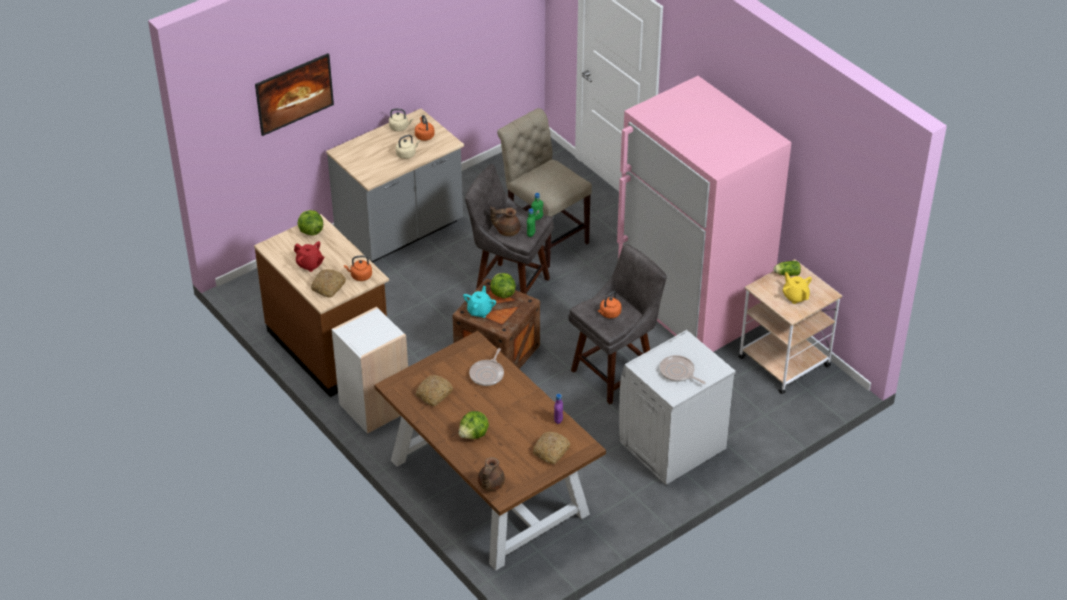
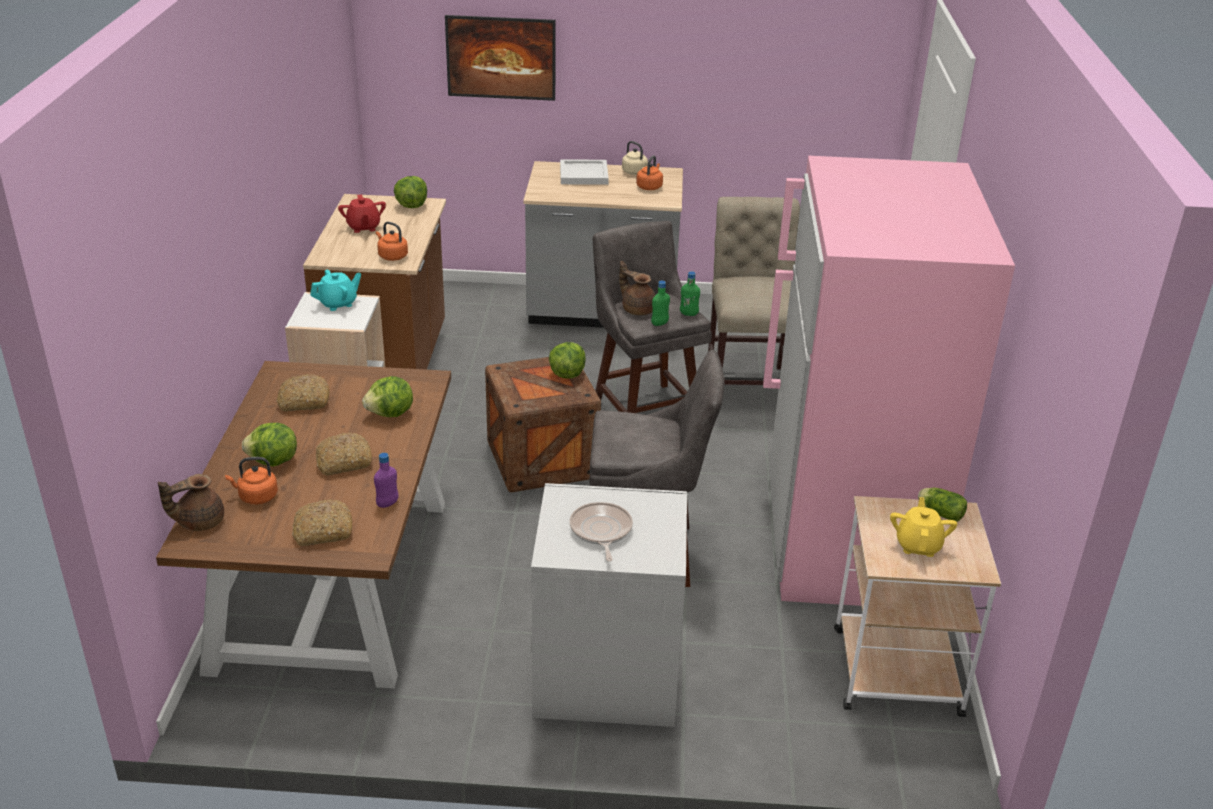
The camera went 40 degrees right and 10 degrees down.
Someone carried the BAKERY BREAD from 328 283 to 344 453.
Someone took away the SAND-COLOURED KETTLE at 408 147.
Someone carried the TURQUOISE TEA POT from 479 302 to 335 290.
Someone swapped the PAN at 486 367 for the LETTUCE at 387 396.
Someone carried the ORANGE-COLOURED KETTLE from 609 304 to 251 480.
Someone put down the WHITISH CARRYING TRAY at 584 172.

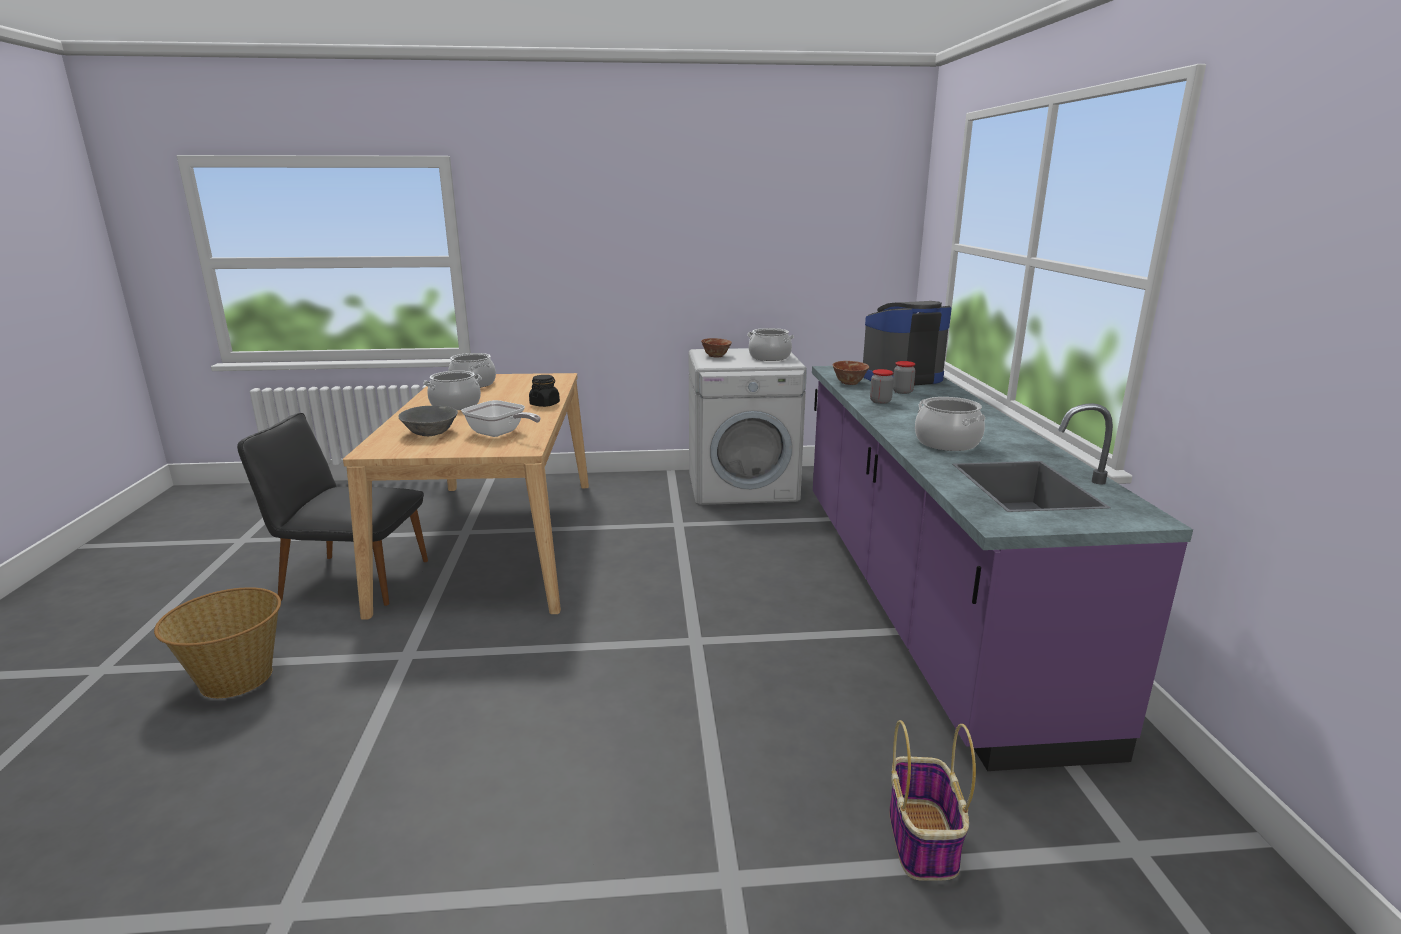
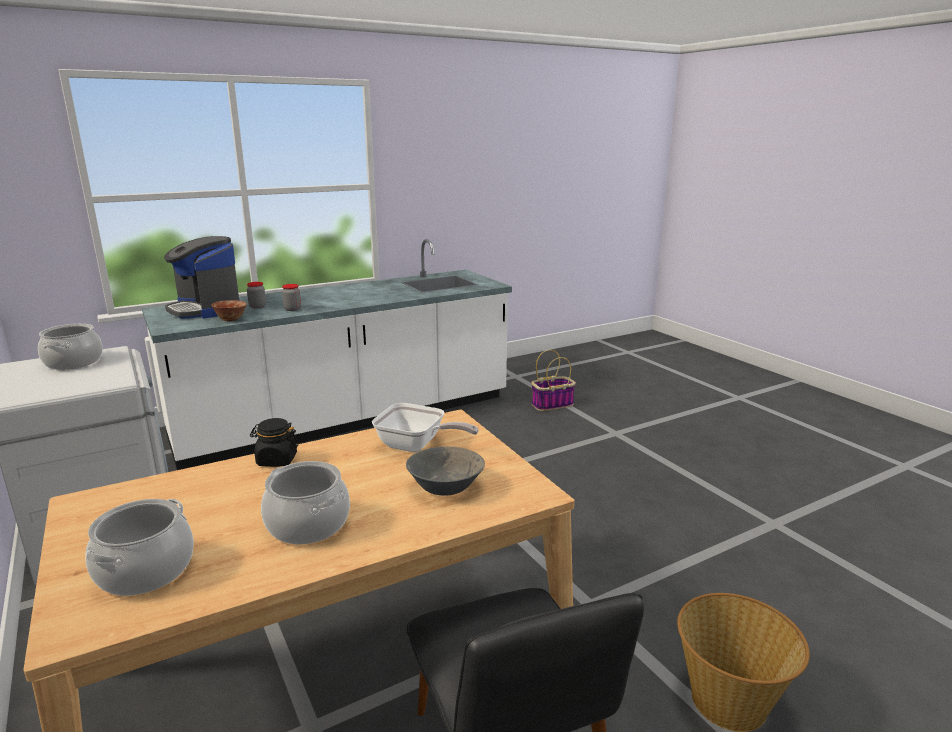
The camera went 115 degrees left and 0 degrees up.
Someone rotated the PAN at 501 418 by 105 degrees clockwise.
Someone took away the DEEP DISH at 716 348.
Someone repainted the PURPLISH COUNTER at 1002 568, which became the WHITISH COUNTER at 327 354.
Someone took away the STOCKPOT at 950 424.

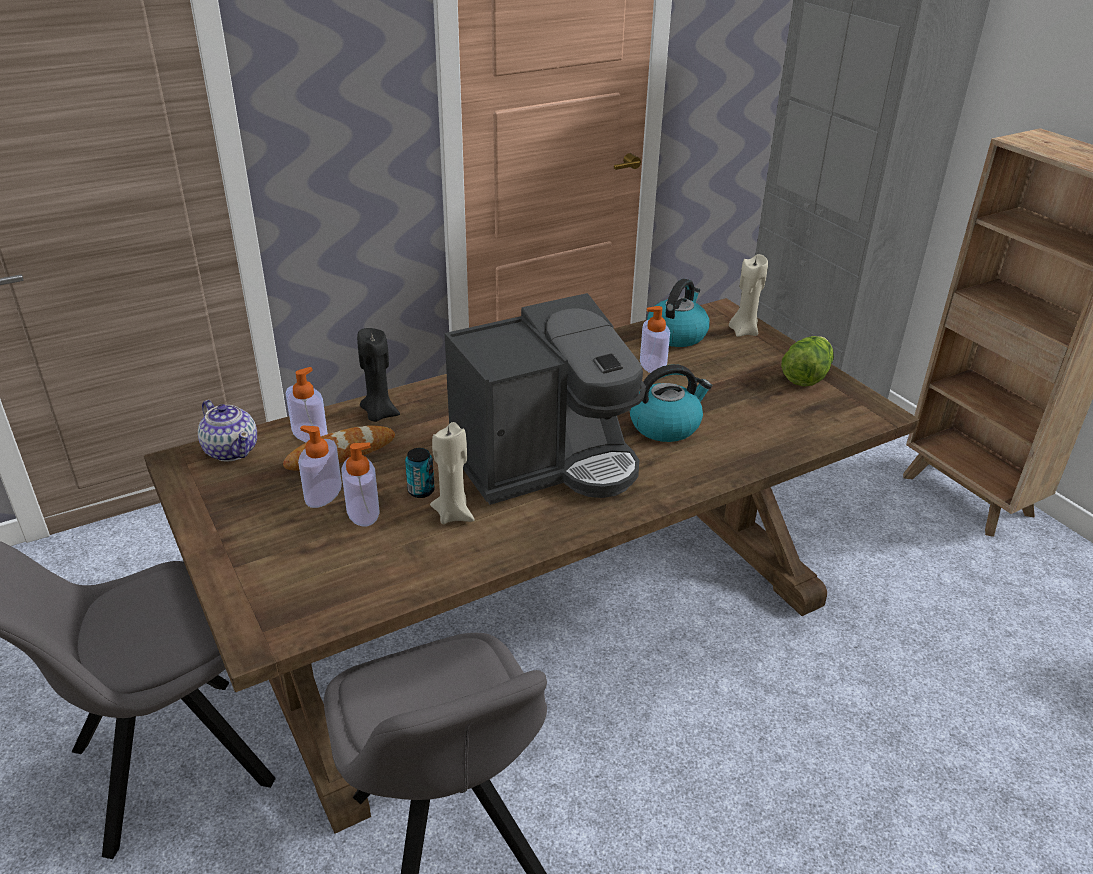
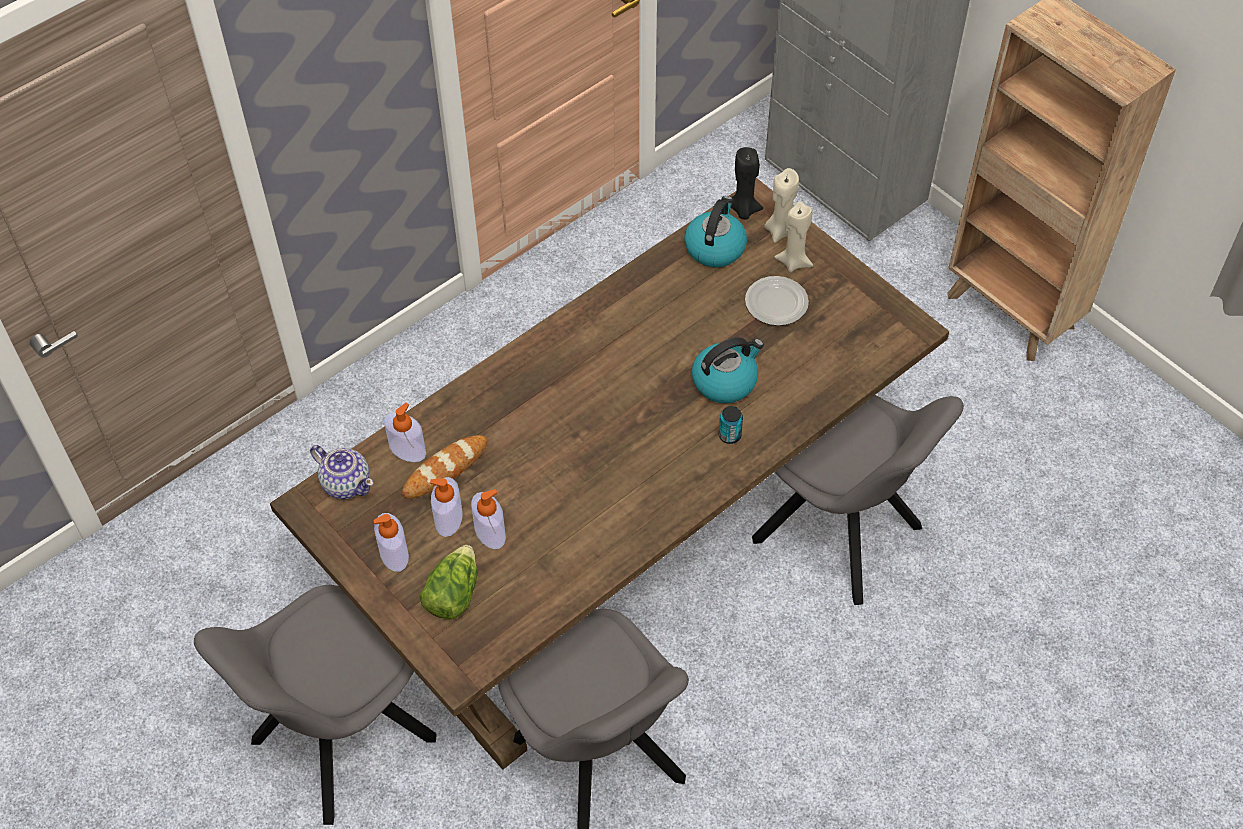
The camera went 10 degrees left and 20 degrees up.
Someone carried the BLACKISH CANDLE from 378 375 to 747 183.
Someone carried the METAL CAN from 420 473 to 731 425.
Someone carried the SAND-COLOURED CANDLE from 452 473 to 794 237.
Someone took away the COFFEE MAKER at 545 399.
Someone carried the SOAP BOTTLE from 655 339 to 391 542.
Someone carried the LETTUCE from 807 361 to 448 582.
Someone put down the FLAT DISH at 777 301.
Someone put down the GRAY UPRIGHT CHAIR at 858 500.

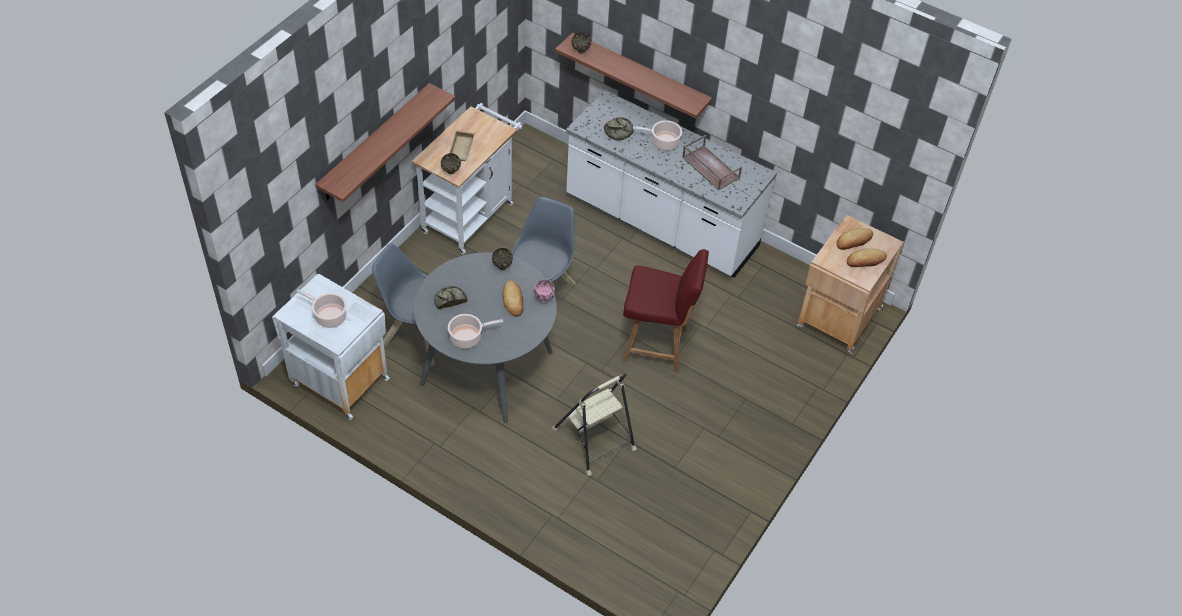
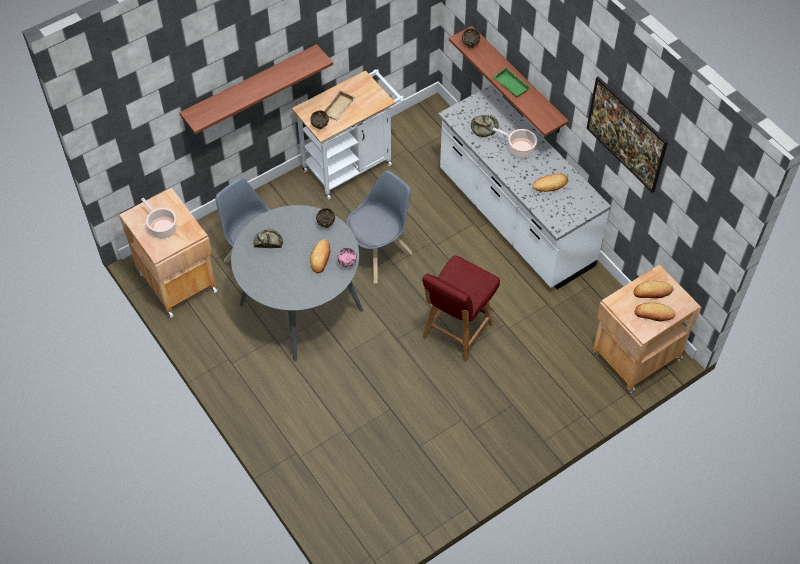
The camera went 25 degrees right and 5 degrees up.
Someone repainted the WHITISH CART at 331 347, which became the BROWN CART at 168 253.
Someone took away the STOCKPOT at 475 331.
Someone took away the SAND-COLOURED STEP STOOL at 594 424.
Someone rotated the RED UPRIGHT CHAIR at 666 311 by 90 degrees clockwise.
Someone swapped the BROWN CARRYING TRAY at 712 162 for the BAKERY BREAD at 550 183.
Someone put down the GREEN-COLOURED CARRYING TRAY at 511 82.
Someone put up the WALL ART at 627 134.

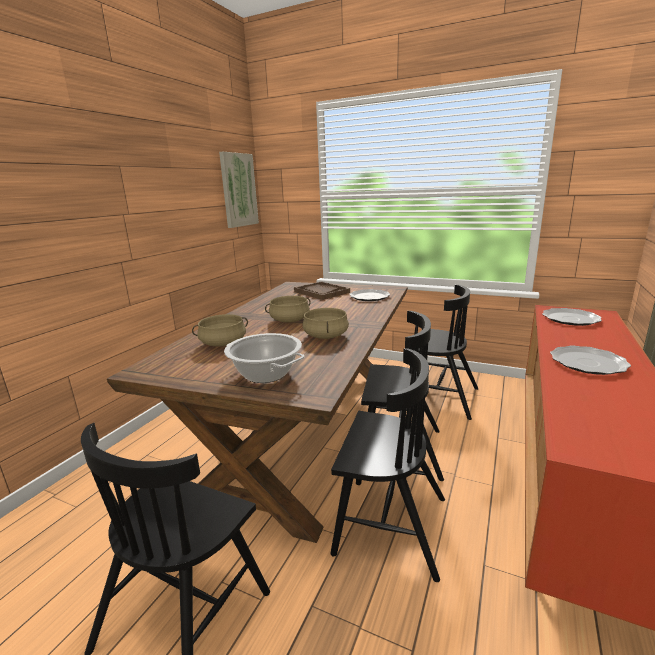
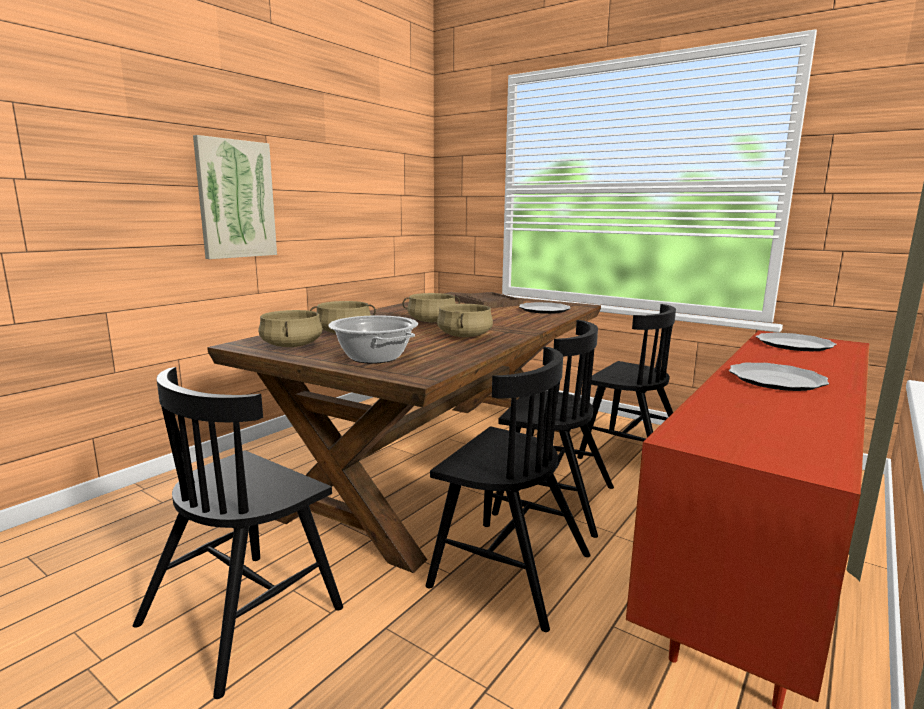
The camera went 10 degrees right and 5 degrees down.
Someone carried the WALL ART from 239 190 to 235 197.
Someone put down the SAND-COLOURED STOCKPOT at 290 328.

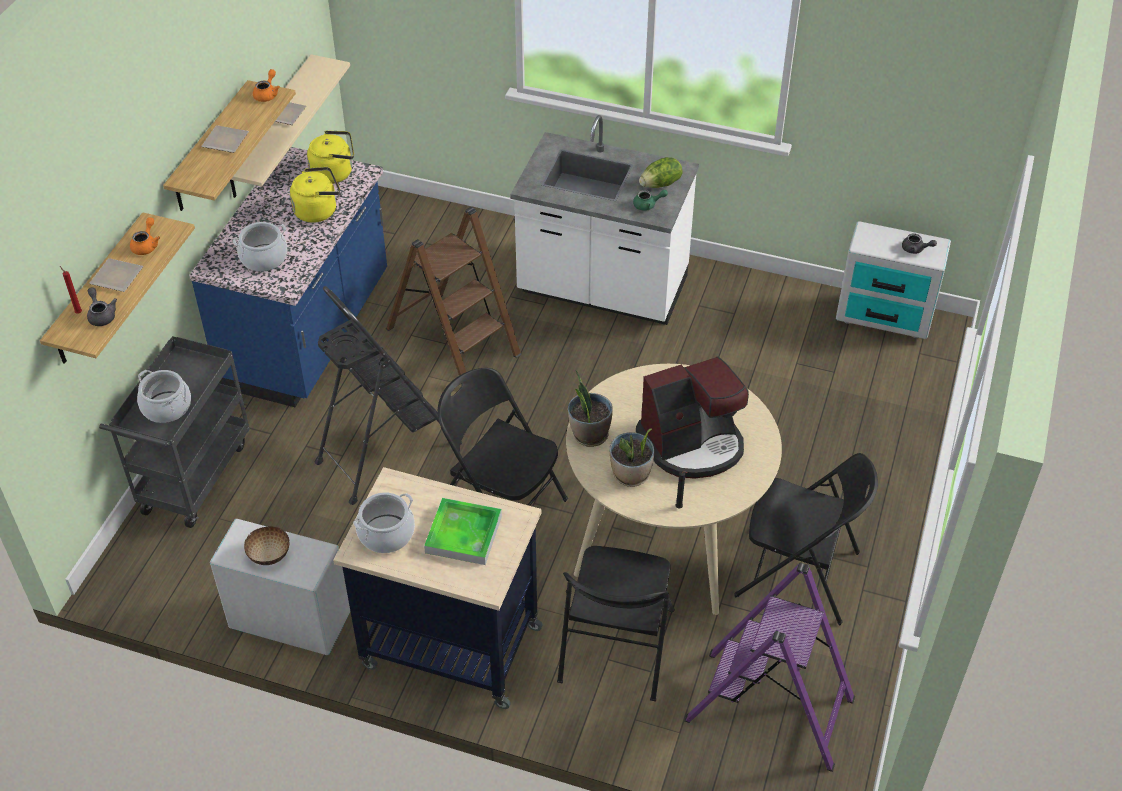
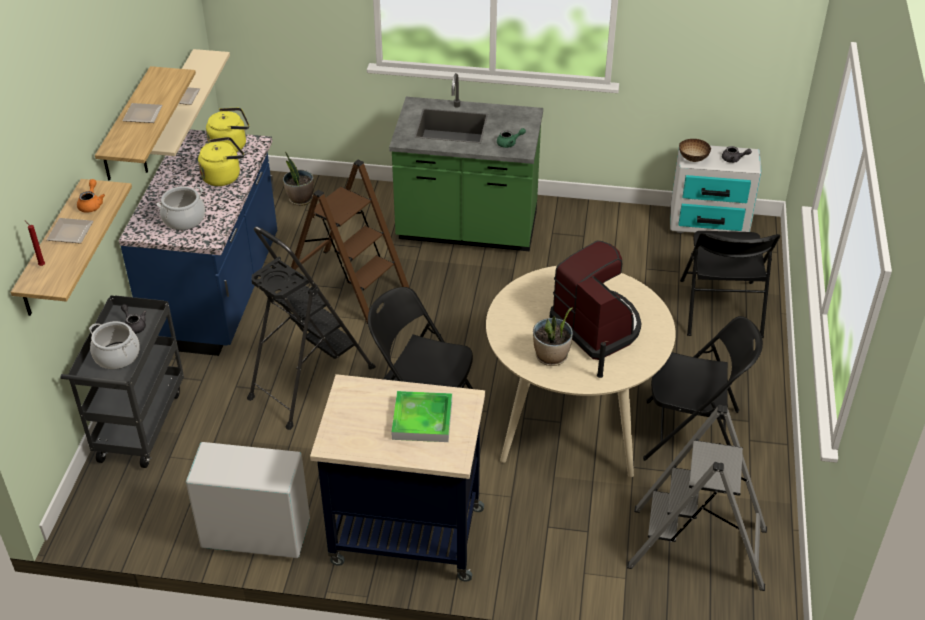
The camera went 10 degrees left and 5 degrees down.
Someone carried the GRAY TEA POT from 102 306 to 133 319.
Someone carried the DEEP DISH from 267 545 to 695 150.
Someone took away the ORANGE-COLOURED TEA POT at 266 85.
Someone took away the STOCKPOT at 384 522.
Someone repainted the WHITISH COUNTER at 604 220, which became the GREEN-COLOURED COUNTER at 466 162.
Someone carried the BLACKISH UPRIGHT CHAIR from 616 624 to 730 284.
Someone carried the PLANT IN A POT from 590 408 to 298 178.
Someone rotated the COFFEE MAKER at 692 417 by 90 degrees counterclockwise.
Someone took away the LETTUCE at 661 172.
Someone repainted the PURPLISH STEP STOOL at 769 667, which became the GRAY STEP STOOL at 697 498.

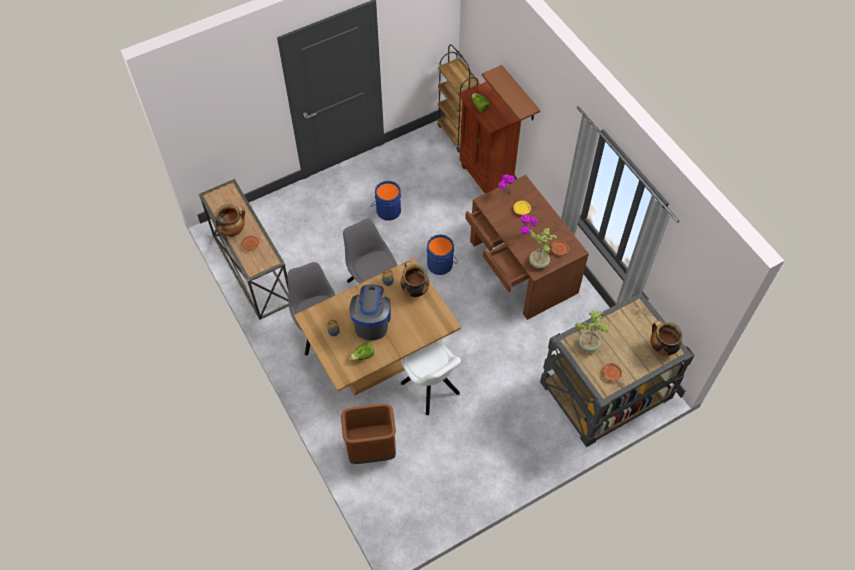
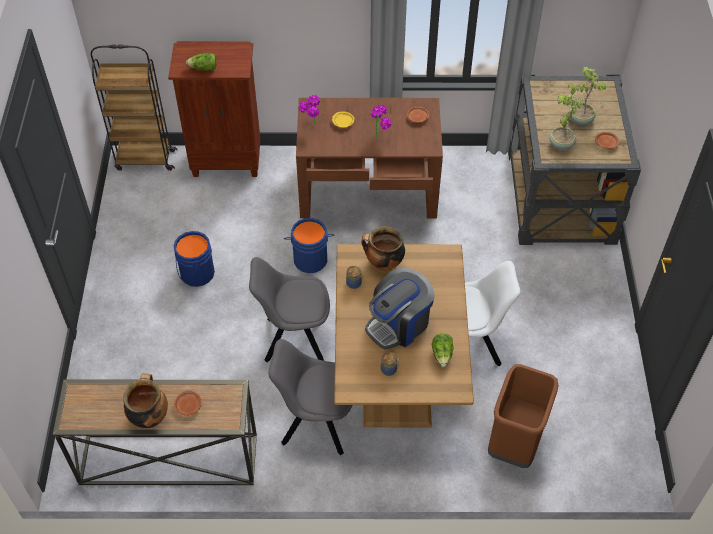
The camera went 60 degrees left and 5 degrees down.
Someone rotated the COFFEE MAKER at 370 312 by 75 degrees counterclockwise.
Someone took away the BROWN WALL SHELF at 511 93.
Someone carried the PLANT IN A POT from 543 248 to 587 96.
Someone took away the STOCKPOT at 666 338.

